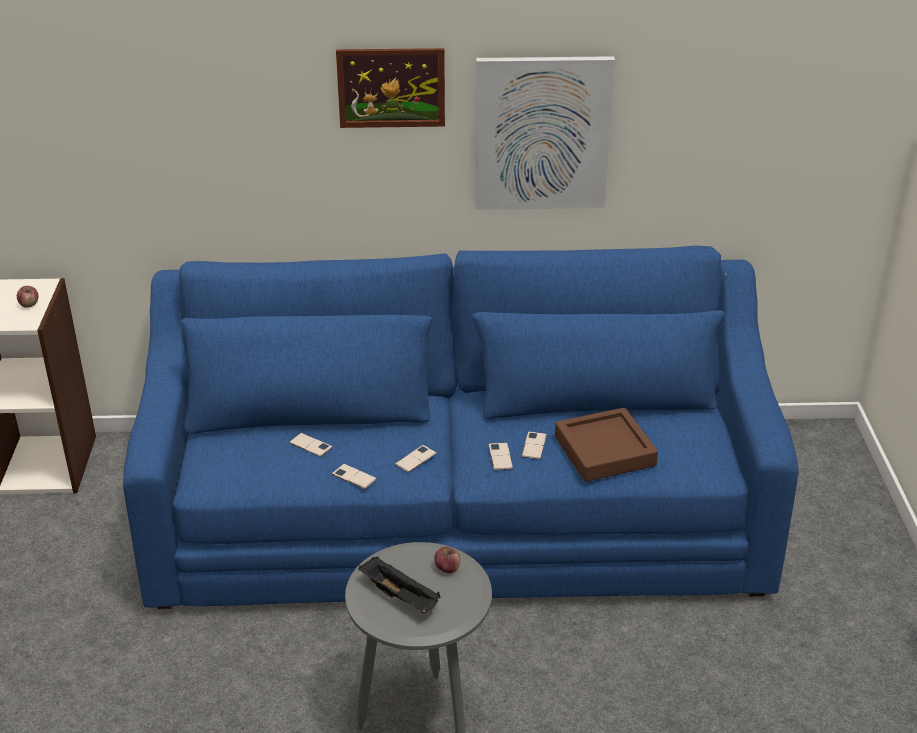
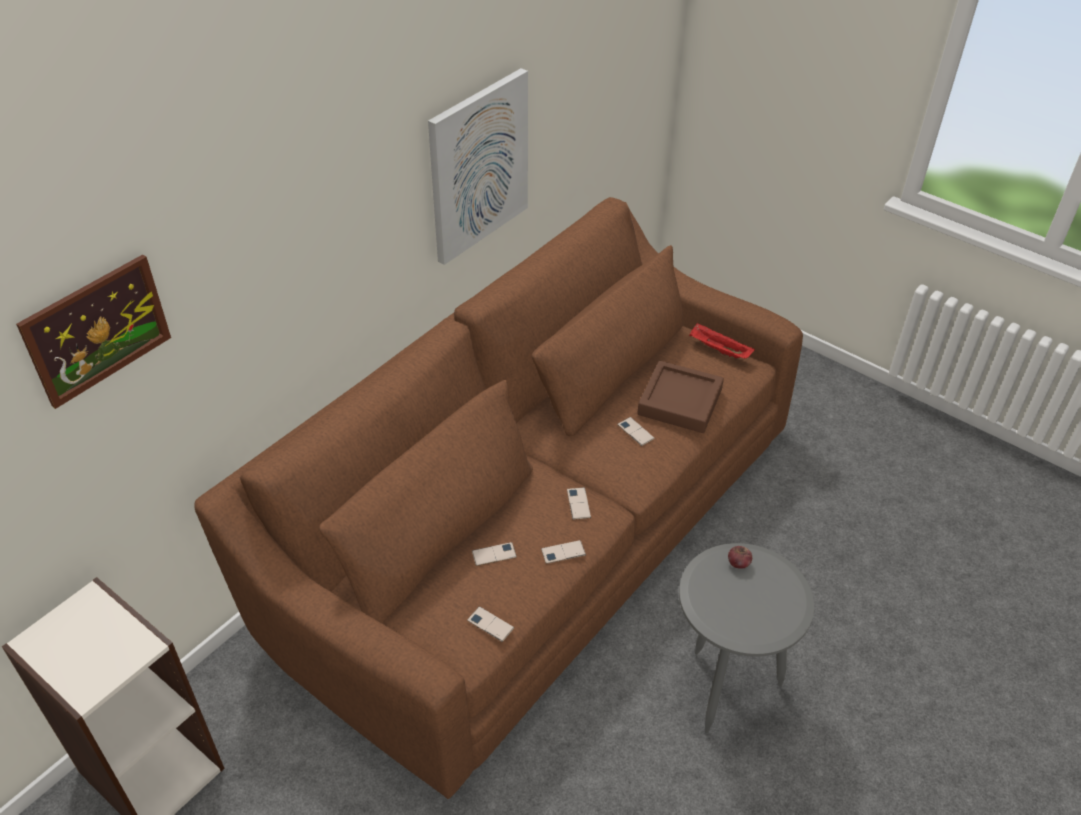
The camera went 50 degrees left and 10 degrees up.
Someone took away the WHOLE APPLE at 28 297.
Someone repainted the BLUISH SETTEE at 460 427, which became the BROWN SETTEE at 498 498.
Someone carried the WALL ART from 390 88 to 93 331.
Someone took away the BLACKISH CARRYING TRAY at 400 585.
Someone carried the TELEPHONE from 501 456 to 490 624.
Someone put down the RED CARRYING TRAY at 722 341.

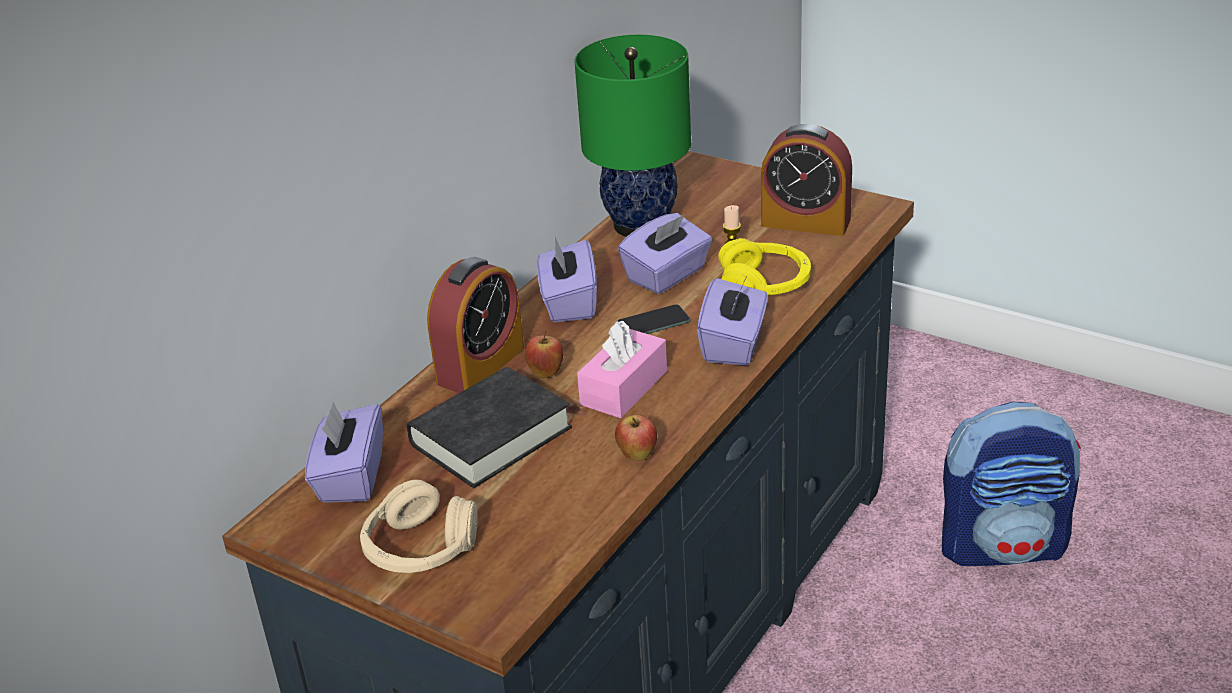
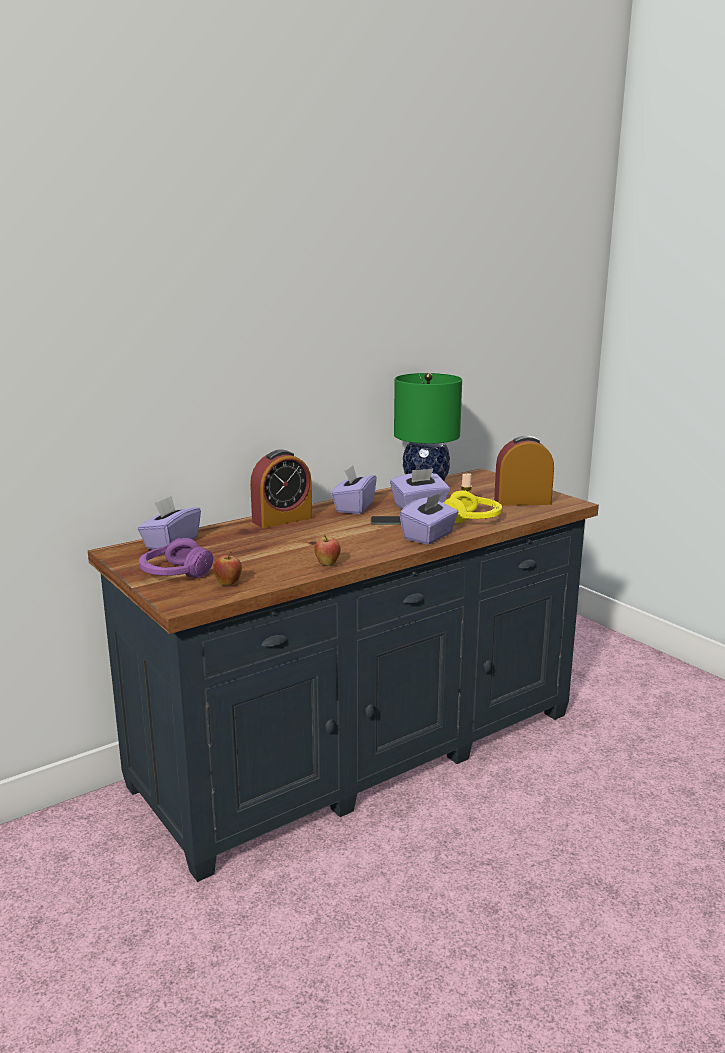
The camera went 20 degrees right and 15 degrees down.
Someone repainted the SAND-COLOURED HEADSET at 419 526, which became the PURPLISH HEADSET at 176 558.
Someone took away the BLACKISH VOLUME at 489 427.
Someone carried the WHOLE APPLE from 544 354 to 227 568.
Someone took away the PINK BOX OF TISSUES at 622 369.
Someone rotated the TABLE CLOCK at 806 180 by 135 degrees clockwise.
Someone took away the BACKPACK at 1011 484.

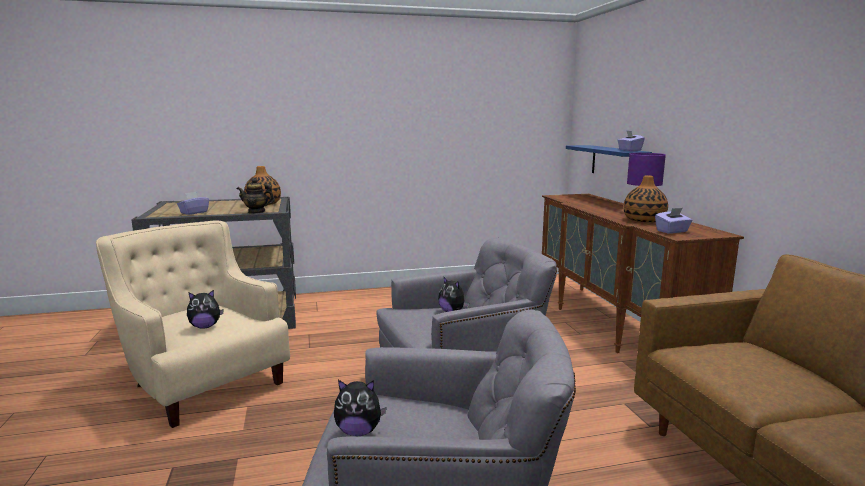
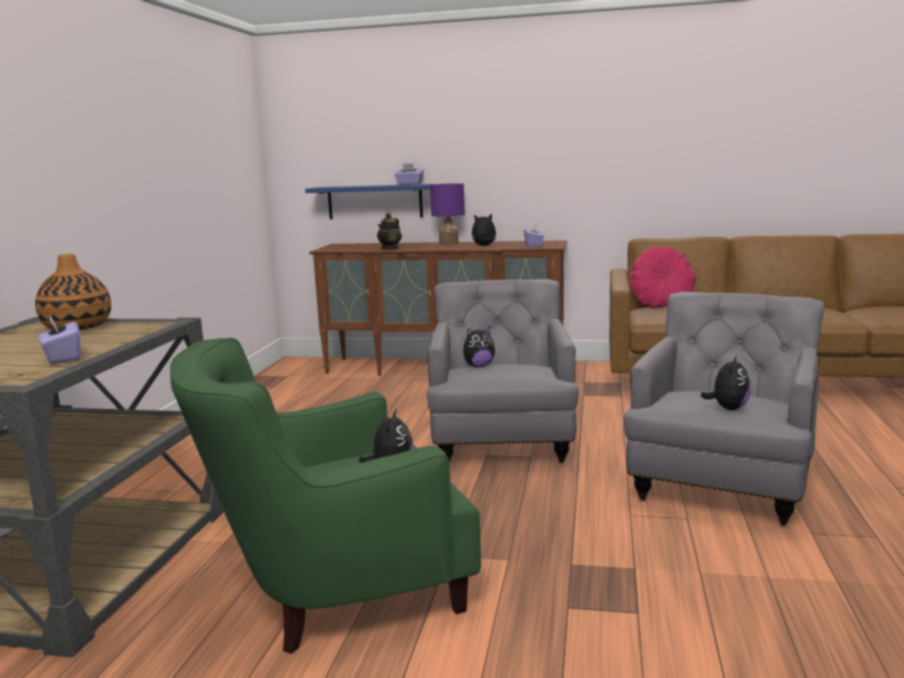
The camera went 65 degrees left and 0 degrees up.
Someone repainted the SAND-COLOURED EASY CHAIR at 193 324, which became the GREEN-COLOURED EASY CHAIR at 325 496.
Someone carried the TEA POT from 256 196 to 389 231.
Someone swapped the VASE at 645 198 for the SOFT TOY at 484 230.
Someone put down the PINK THROW PILLOW at 663 277.

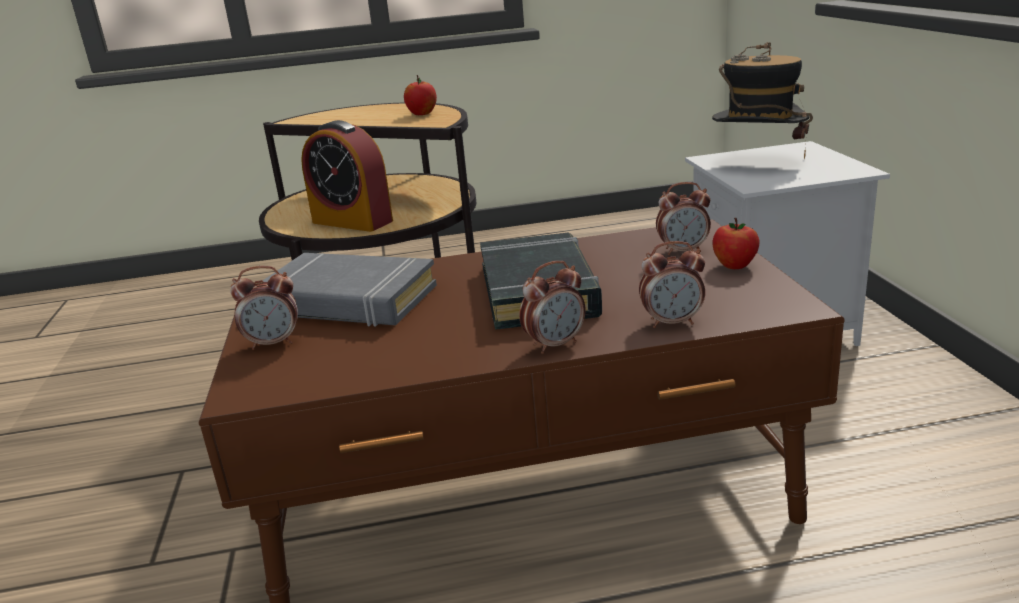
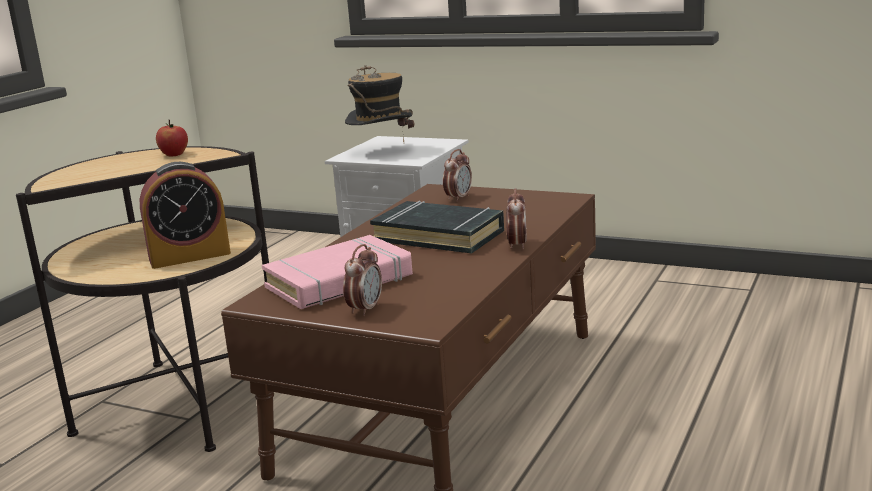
The camera went 55 degrees left and 5 degrees down.
Someone repainted the GRAY VOLUME at 350 290, which became the PINK VOLUME at 337 272.
Someone took away the TABLE CLOCK at 672 284.
Someone took away the WHOLE APPLE at 736 243.

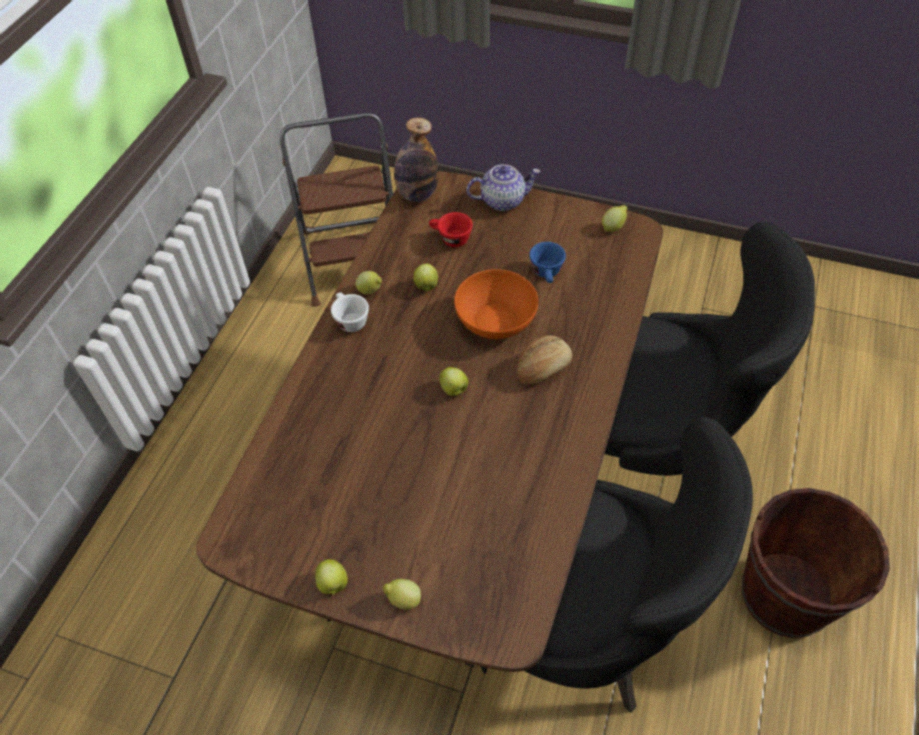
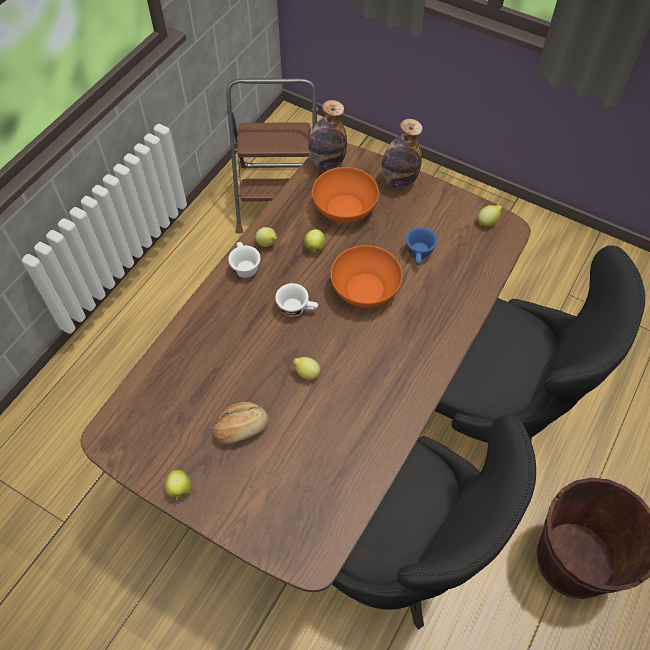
The camera went 10 degrees right and 5 degrees up.
Someone carried the WHOLE LEMON from 402 594 to 306 368.
Someone swapped the RED DRINKING CUP at 451 229 for the ORANGE-COLOURED DEEP DISH at 345 195.
Someone took away the WHOLE APPLE at 453 381.
Someone swapped the TEA POT at 503 187 for the DRINK BOTTLE at 402 154.
Someone carried the BAKERY BREAD from 544 360 to 241 423.
Someone put down the WHITISH DRINKING CUP at 296 300.

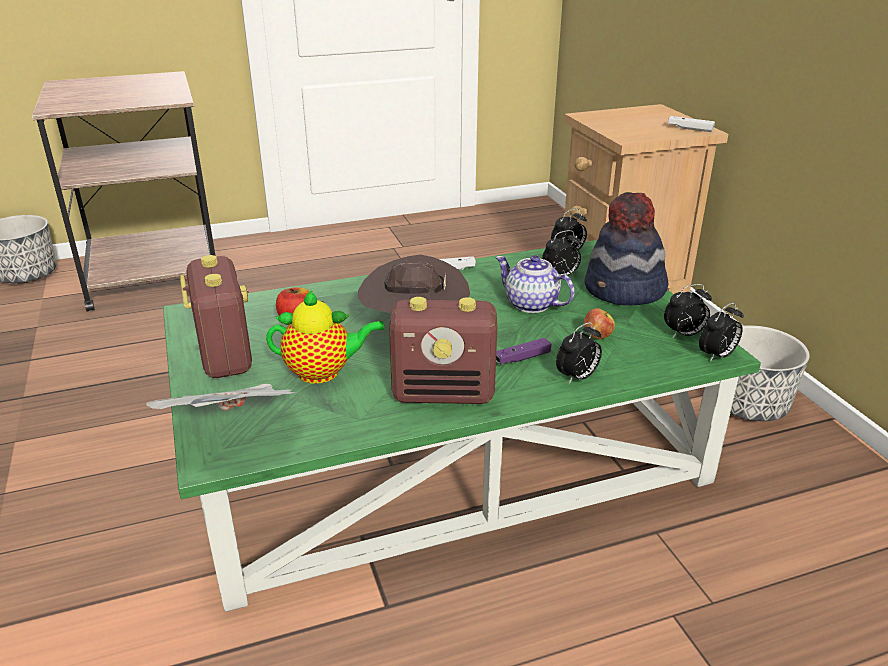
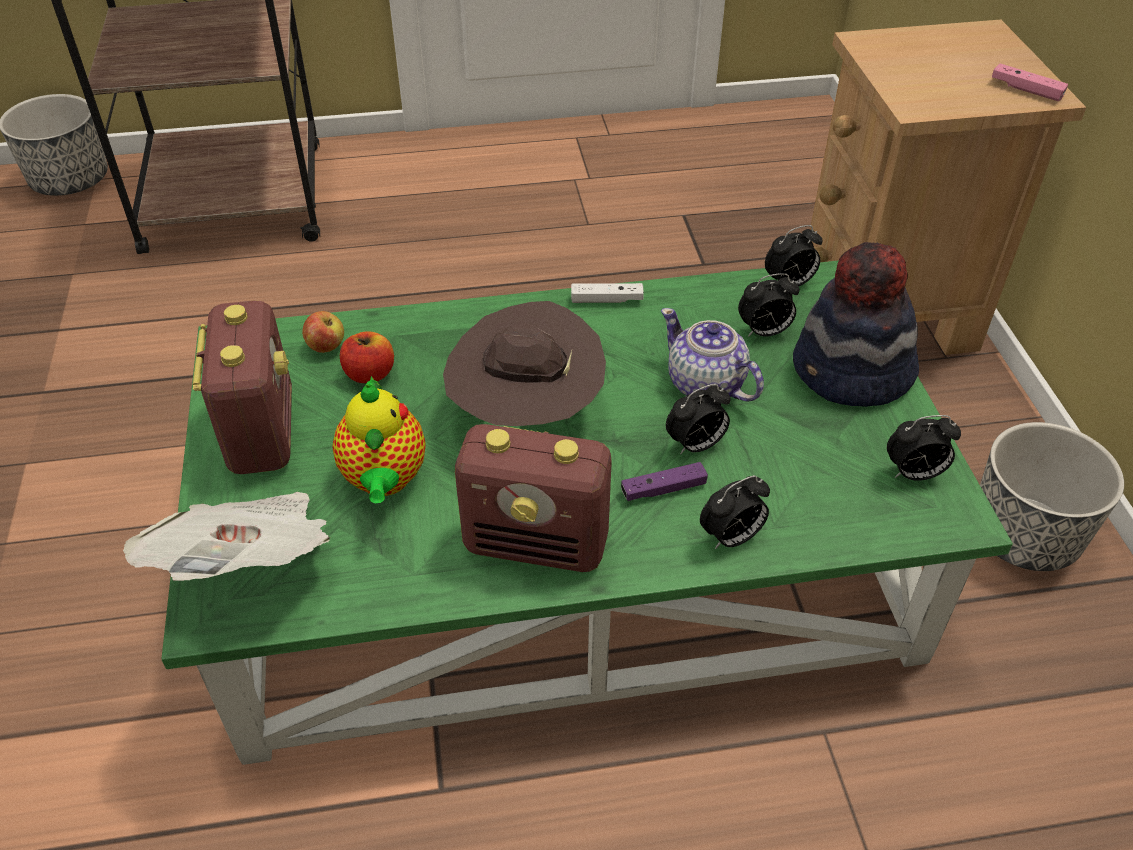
The camera went 10 degrees right and 15 degrees up.
Someone rotated the TEA POT at 325 337 by 75 degrees clockwise.
Someone carried the WHOLE APPLE from 599 323 to 323 332.
Someone repainted the WHITISH GAMEPAD at 691 124, which became the PINK GAMEPAD at 1030 82.
Someone carried the TABLE CLOCK from 721 332 to 698 419.

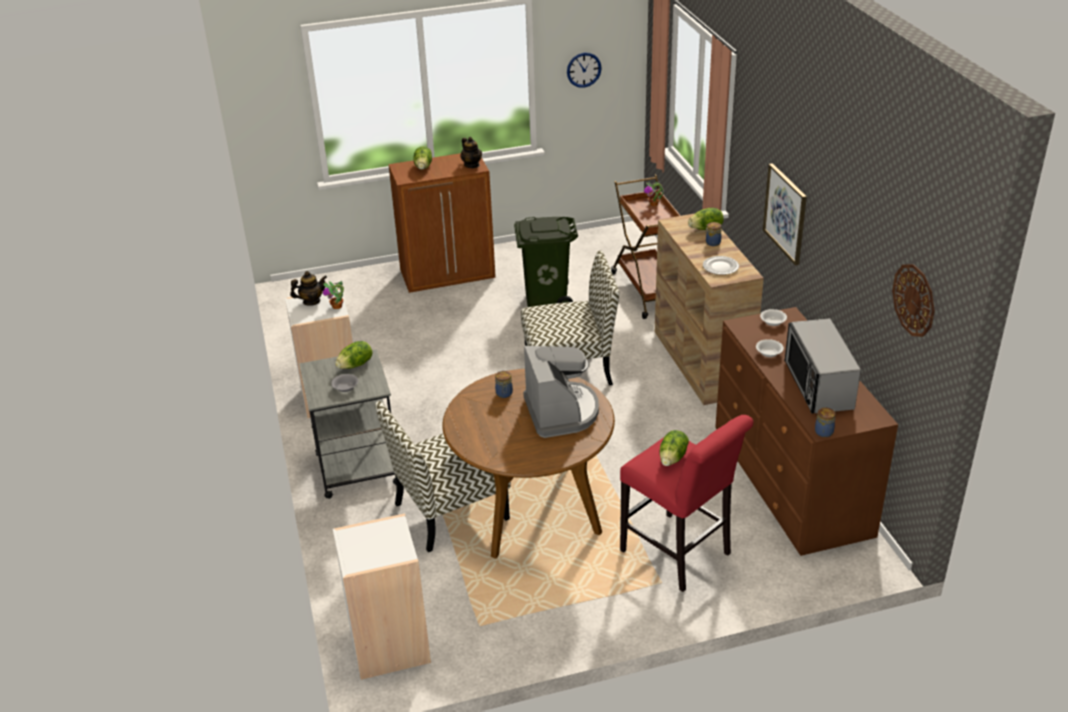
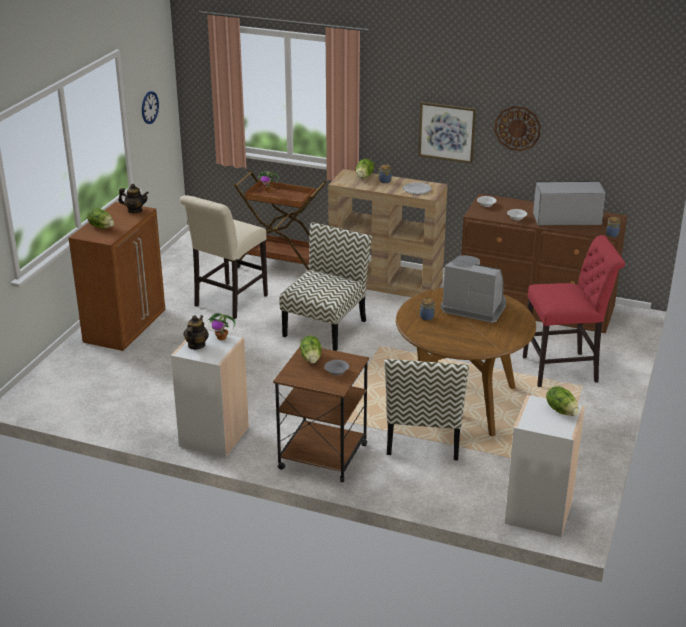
The camera went 55 degrees left and 5 degrees down.
Someone repainted the GRAY CART at 347 424, which became the BROWN CART at 321 414.
Someone swapped the GREEN-COLOURED WASTE BIN at 546 262 for the SAND-COLOURED STOOL at 224 257.
Someone carried the LETTUCE from 674 448 to 562 401.
Someone rotated the MICROWAVE at 823 365 by 150 degrees clockwise.
Someone carried the HANGING CLOCK from 913 300 to 518 128.

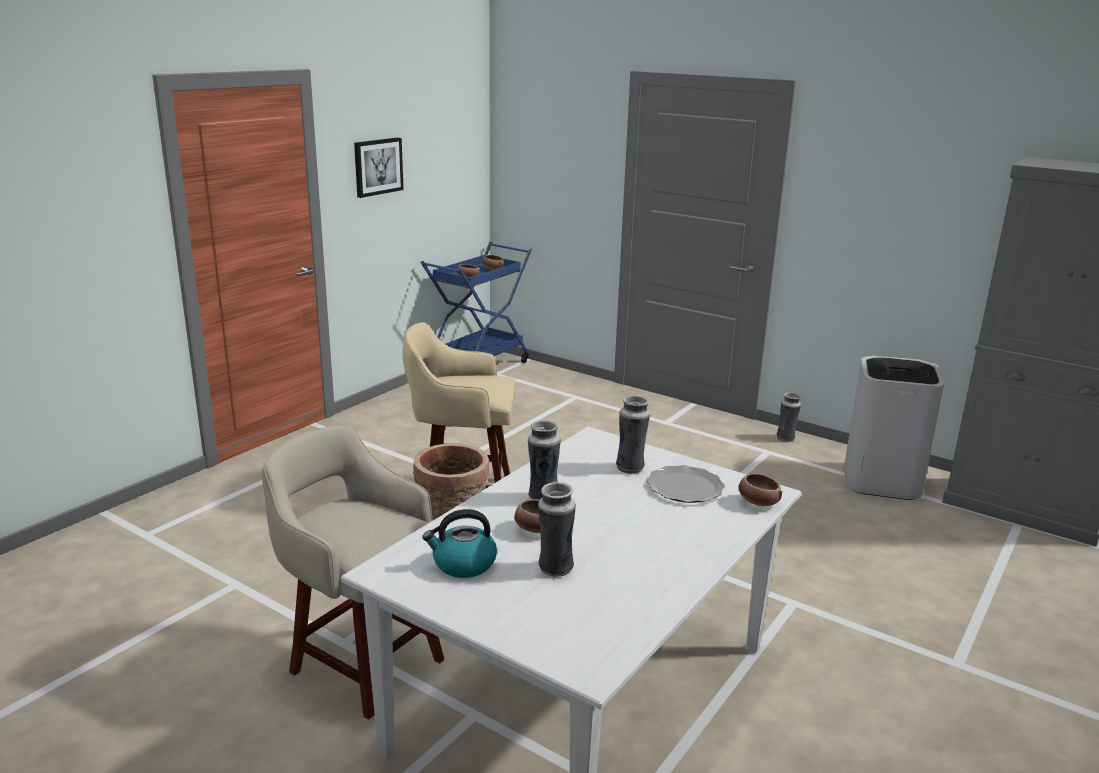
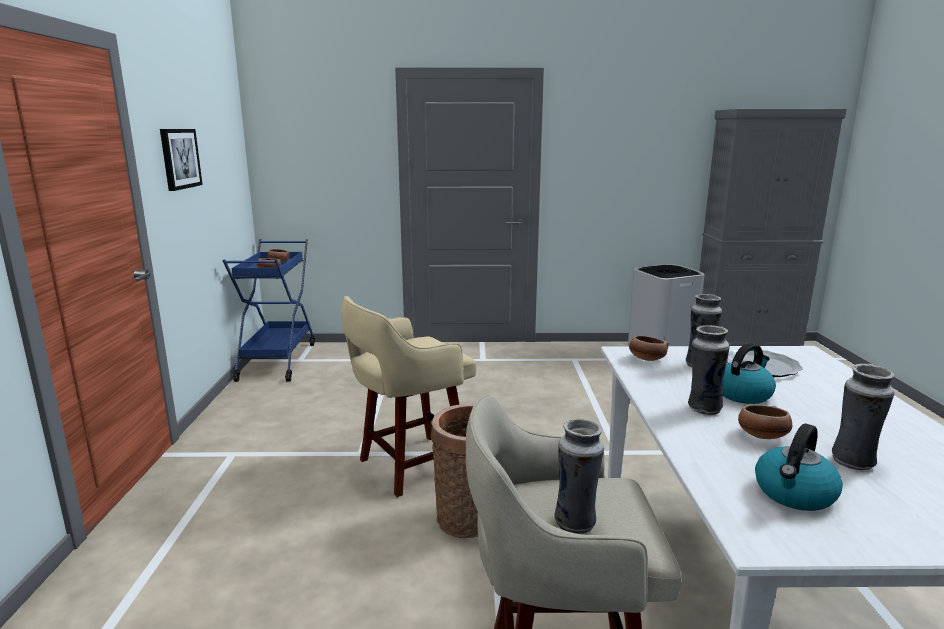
The camera went 35 degrees left and 5 degrees down.
Someone carried the DEEP DISH from 760 489 to 649 348.
Someone carried the VASE from 789 417 to 579 476.
Someone put down the KETTLE at 749 373.

